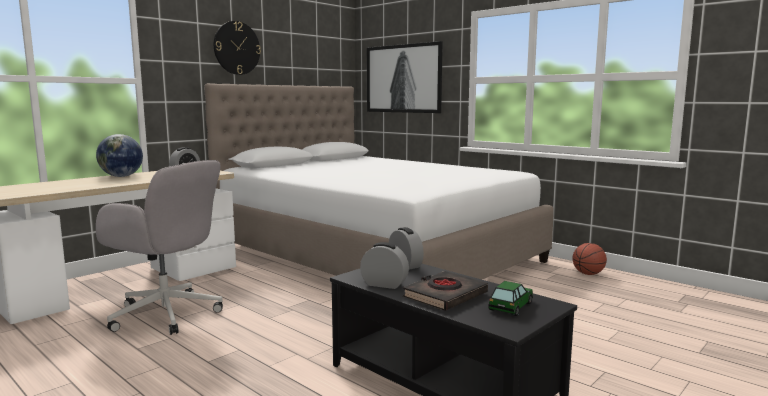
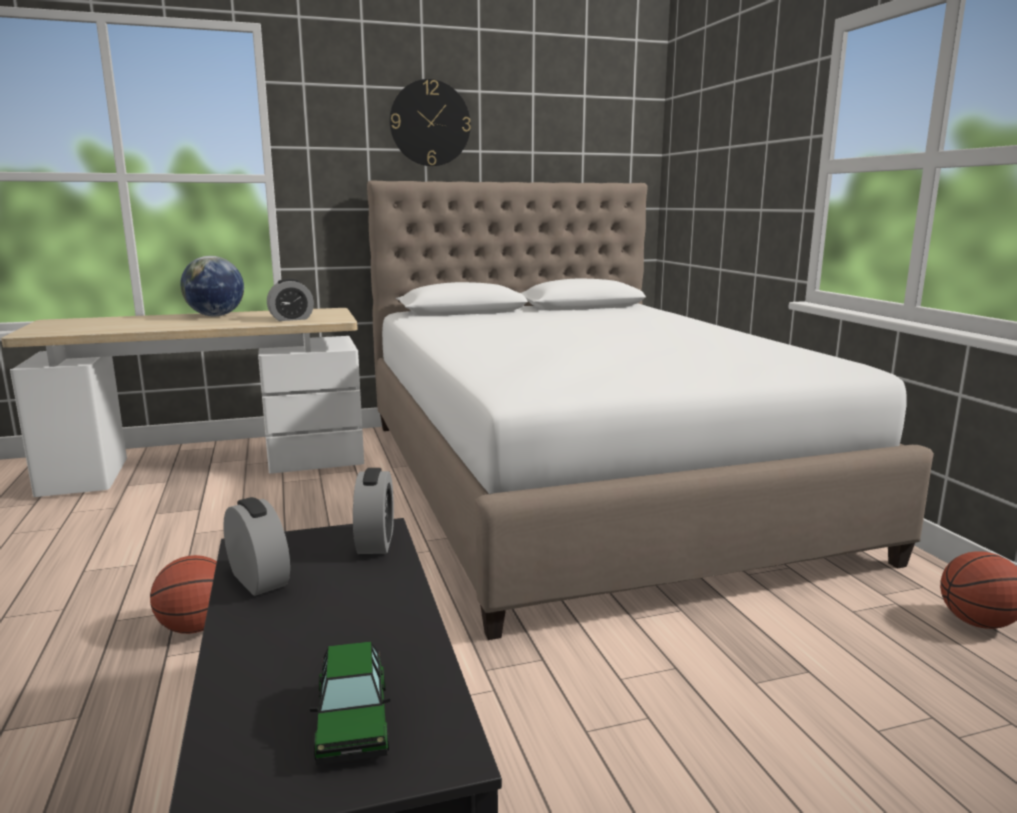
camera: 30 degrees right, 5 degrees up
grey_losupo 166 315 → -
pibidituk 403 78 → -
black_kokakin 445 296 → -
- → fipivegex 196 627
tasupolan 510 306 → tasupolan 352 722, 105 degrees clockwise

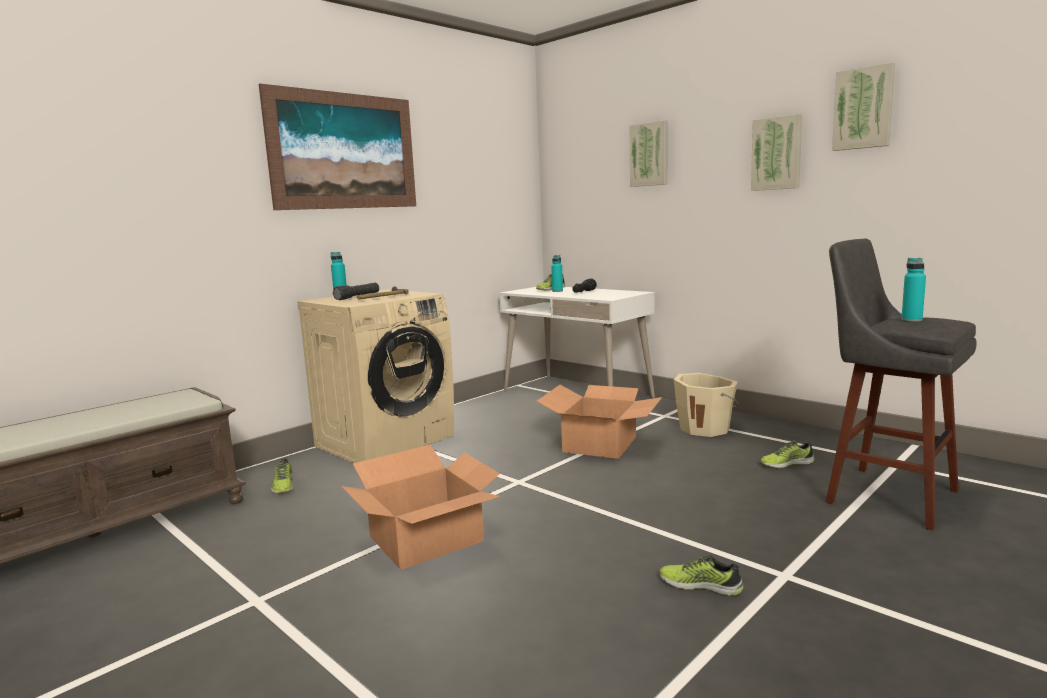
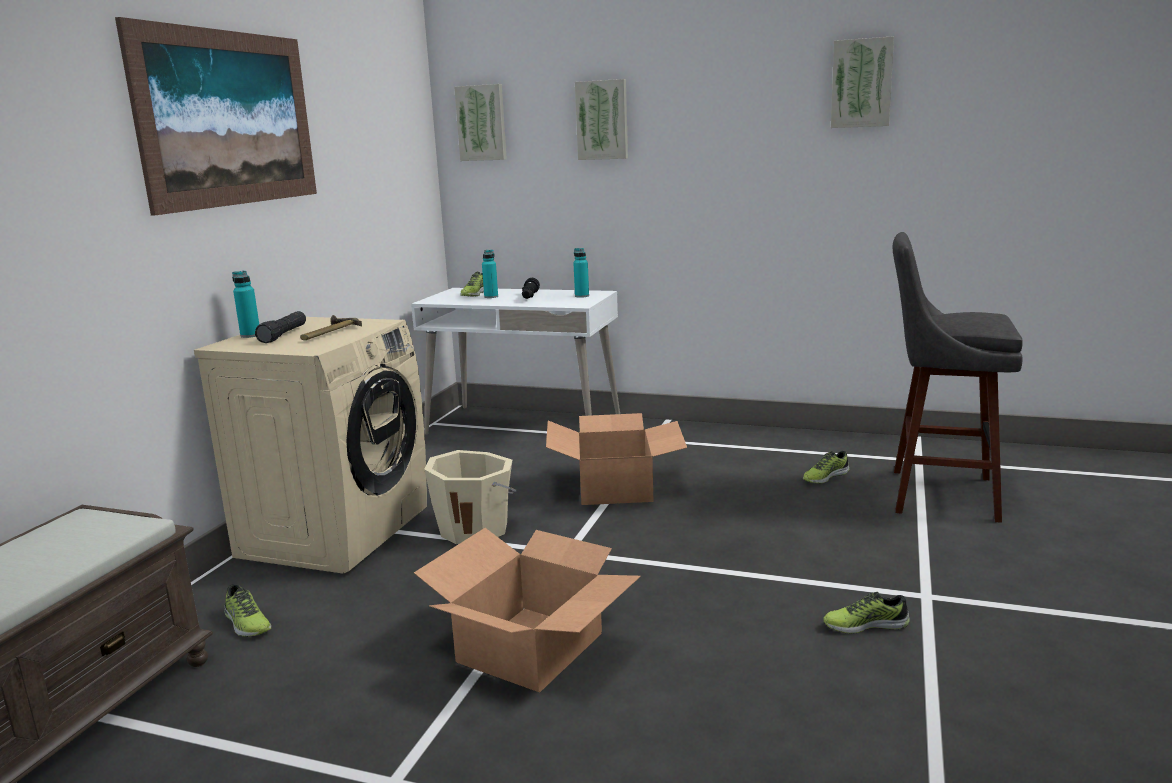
camera: 25 degrees left, 5 degrees up
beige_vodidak 705 428 → beige_vodidak 475 529, relocated
pibidituk 777 153 → pibidituk 482 123, relocated
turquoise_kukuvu 911 320 → turquoise_kukuvu 582 296, relocated

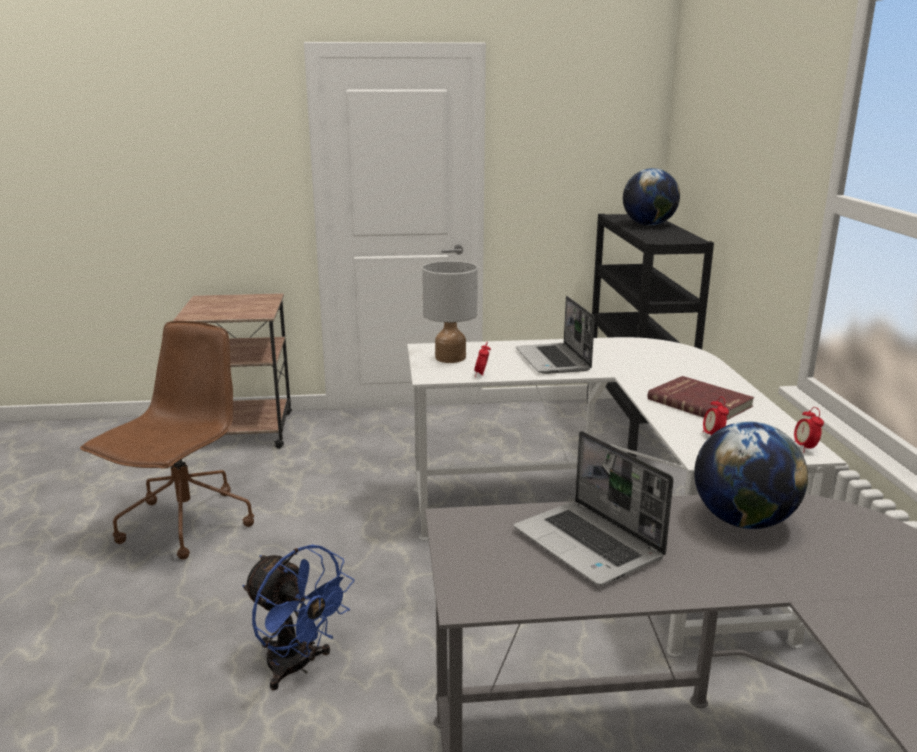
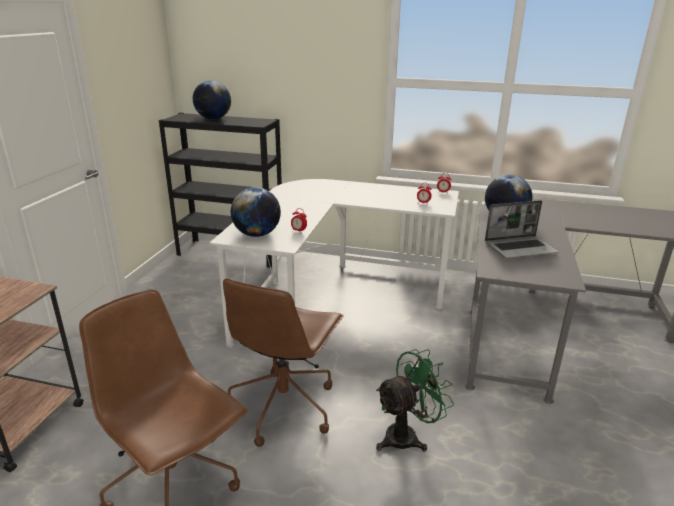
camera: 70 degrees left, 5 degrees up
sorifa 554 360 → -
red_kokakin 700 402 → -
- → brown_losupo 286 404
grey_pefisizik 450 358 → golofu 257 234
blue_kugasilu 297 667 → green_kugasilu 407 436

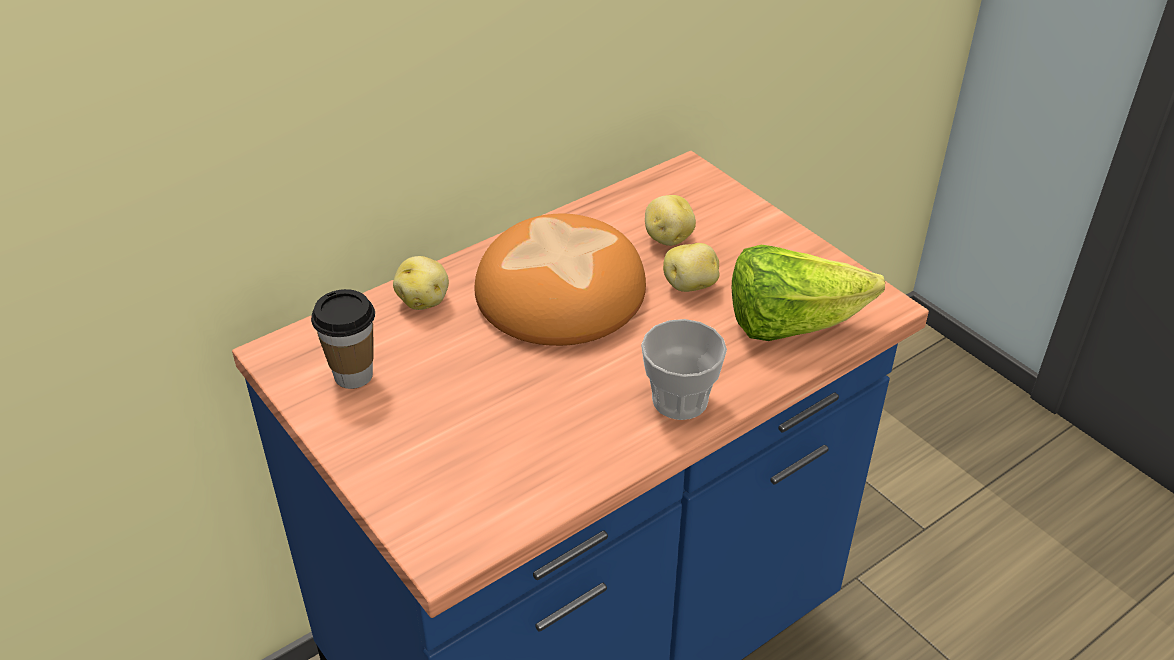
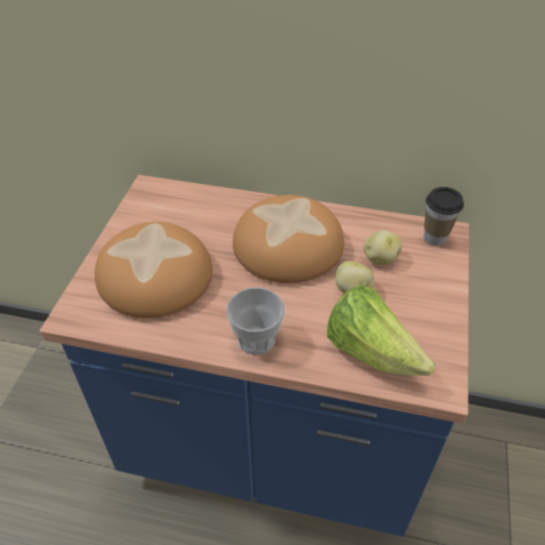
camera: 50 degrees right, 5 degrees up
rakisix 424 300 → -
- → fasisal 156 276
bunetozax 353 375 → bunetozax 435 238, relocated

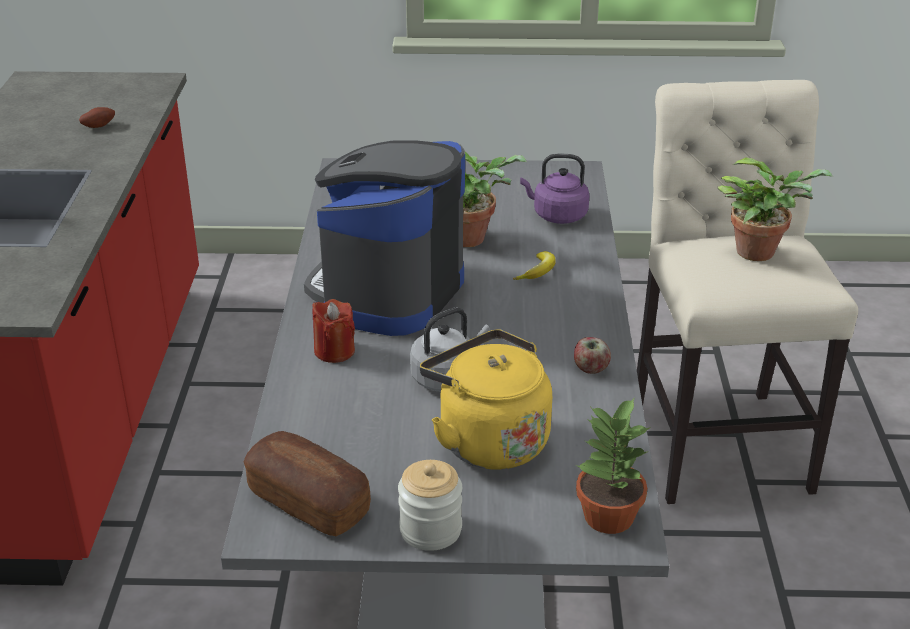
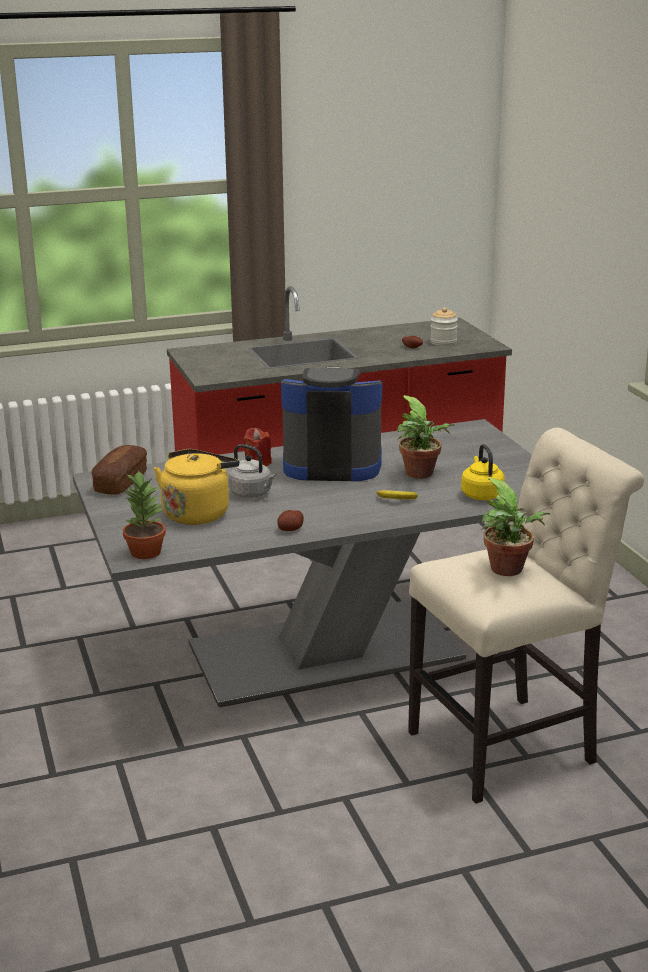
camera: 70 degrees right, 10 degrees down
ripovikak 430 530 → ripovikak 443 342, relocated
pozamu 590 369 → rakisix 290 529
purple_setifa 557 215 → yellow_setifa 481 494

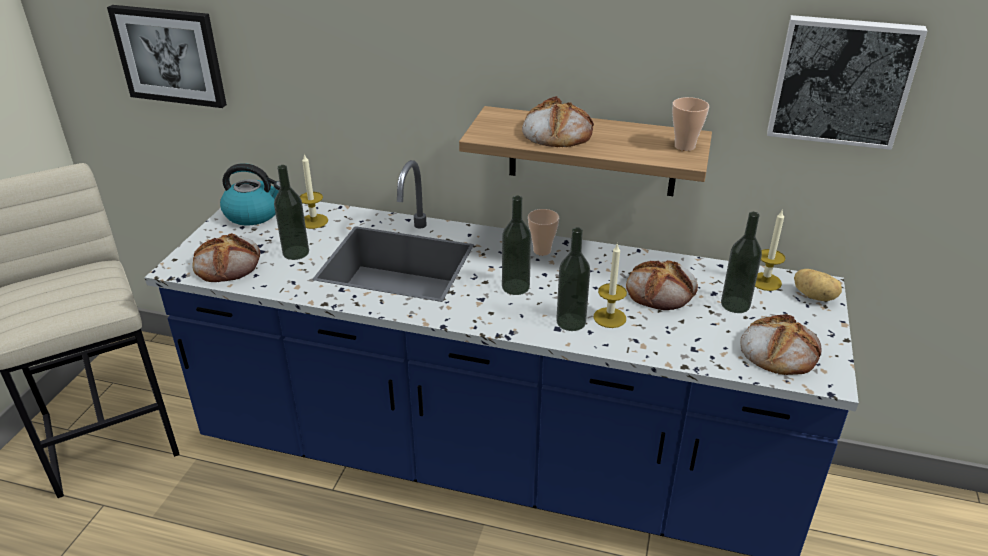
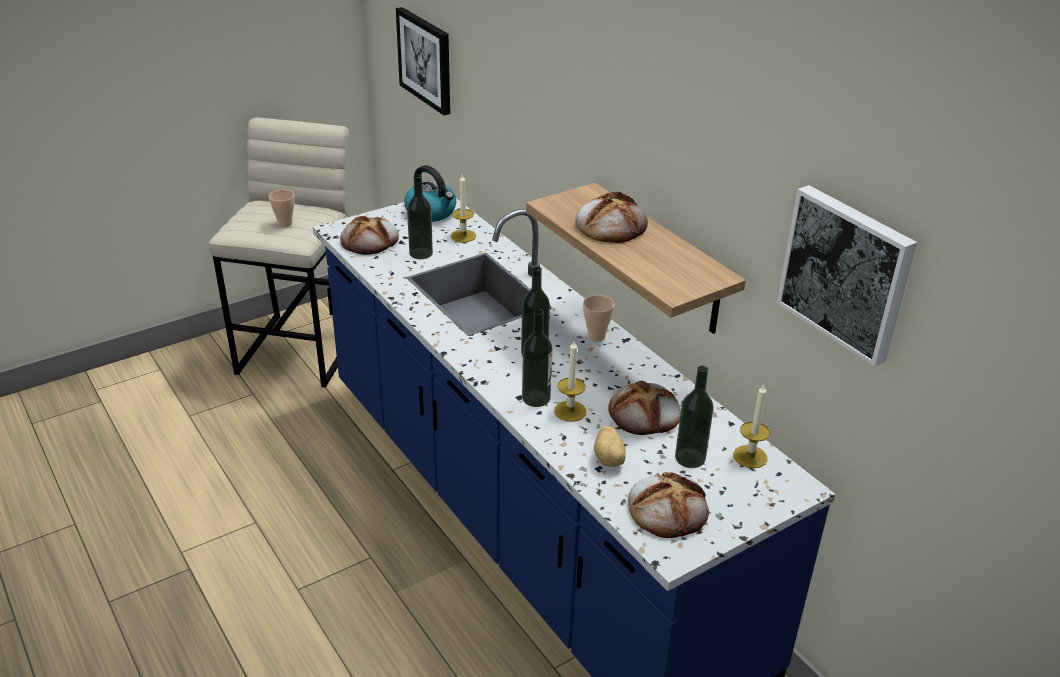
camera: 40 degrees right, 0 degrees up
bunetozax 684 146 → bunetozax 285 224, relocated
rakisix 814 296 → rakisix 609 459, relocated

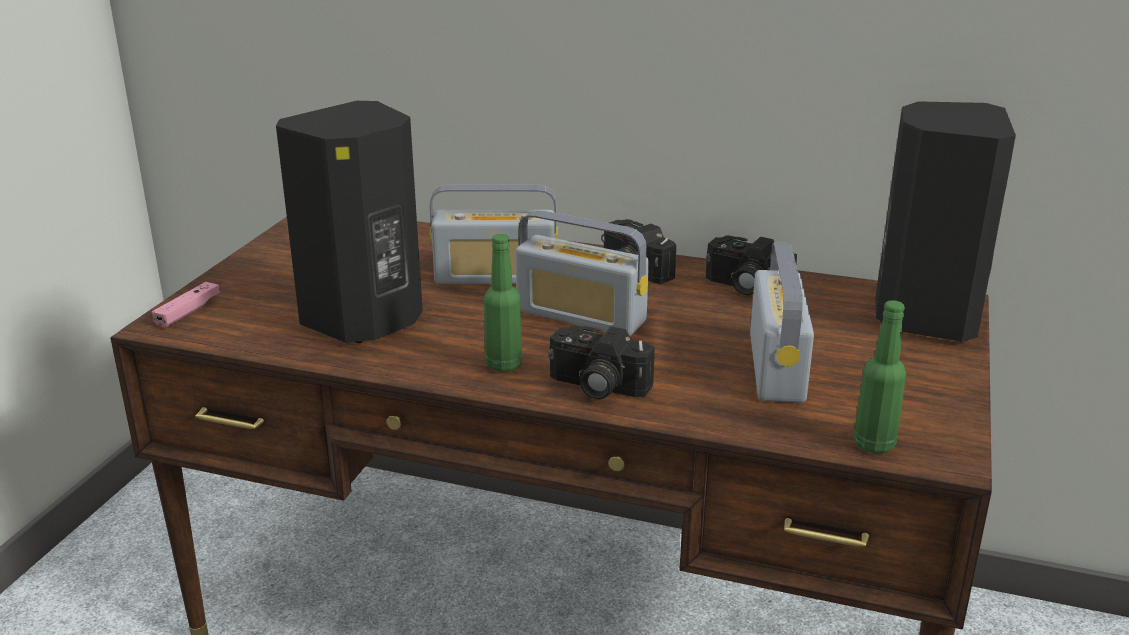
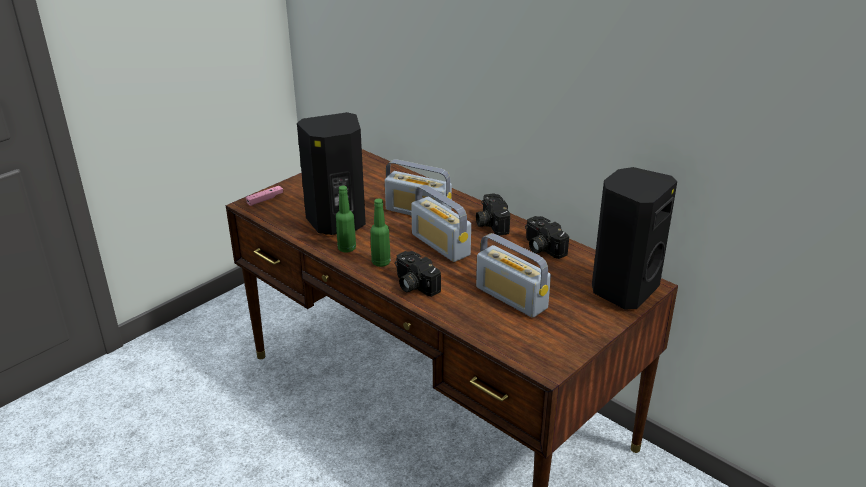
camera: 25 degrees right, 5 degrees up
green_kukuvu 874 444 → green_kukuvu 347 248, relocated
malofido 776 367 → malofido 511 298, 105 degrees clockwise

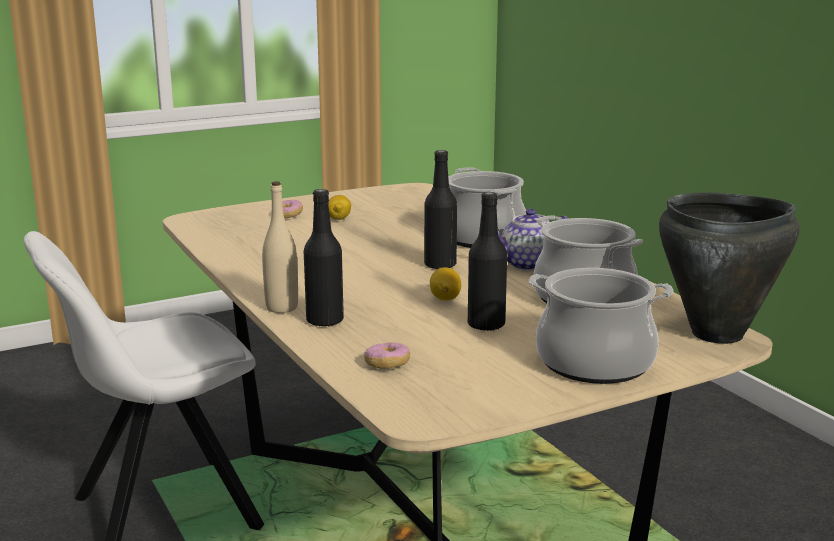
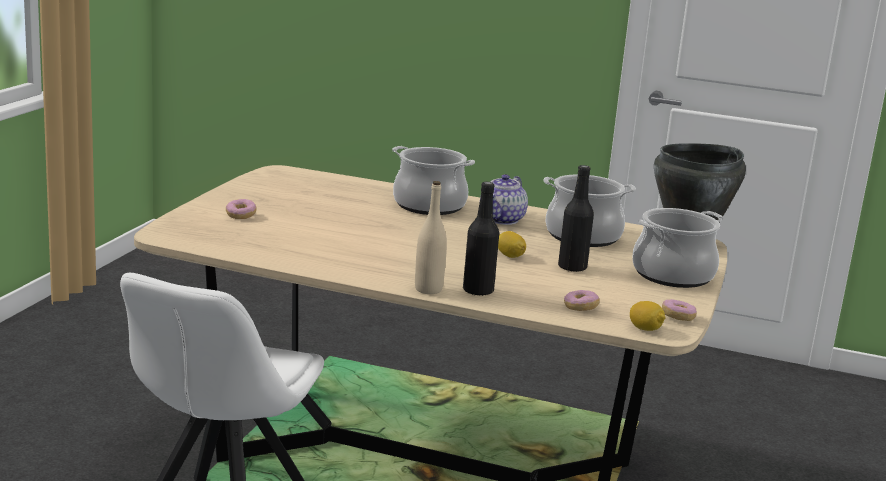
camera: 45 degrees left, 0 degrees up
black_kukuvu 440 265 → -
- → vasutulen 678 317
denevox 338 219 → denevox 645 329, relocated

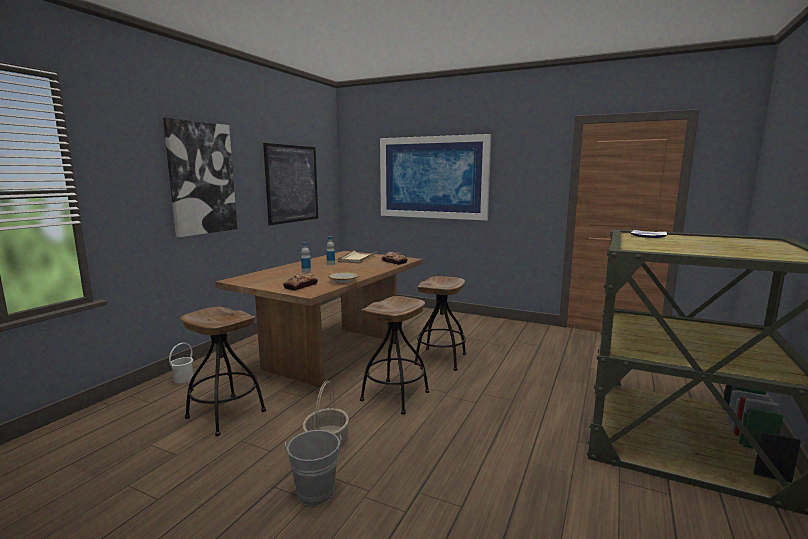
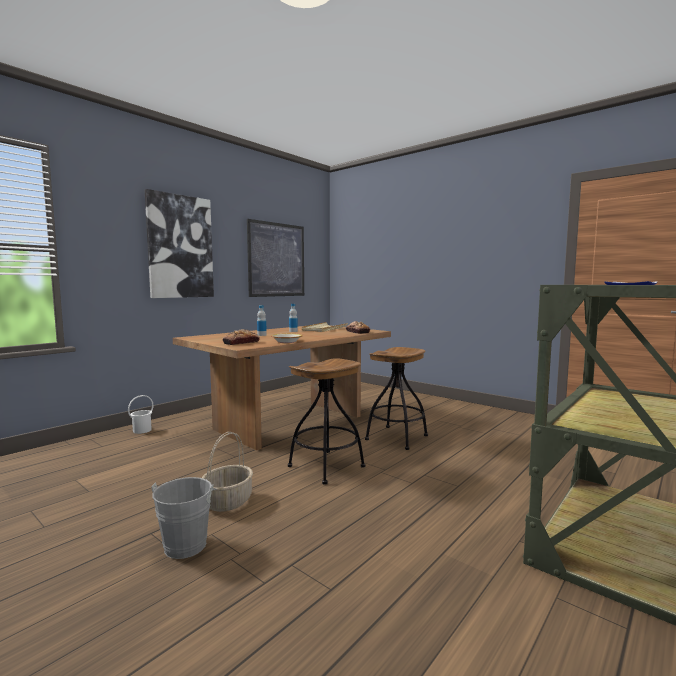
camera: 15 degrees right, 5 degrees down
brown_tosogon 226 414 → -
pibidituk 433 177 → -

